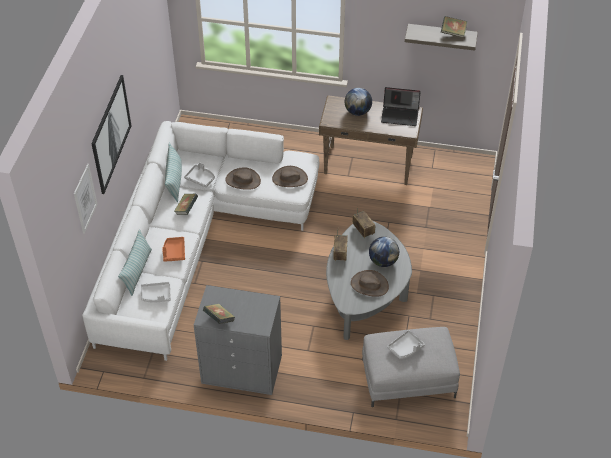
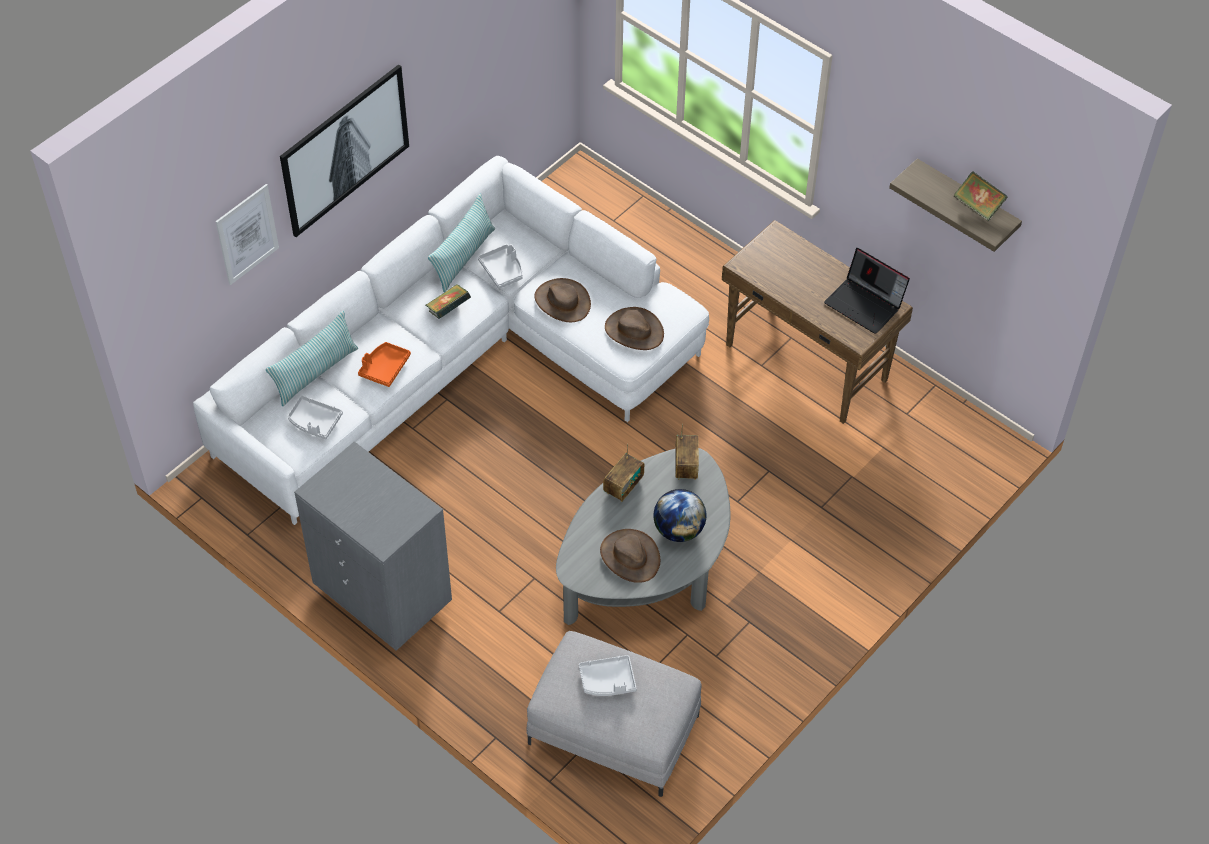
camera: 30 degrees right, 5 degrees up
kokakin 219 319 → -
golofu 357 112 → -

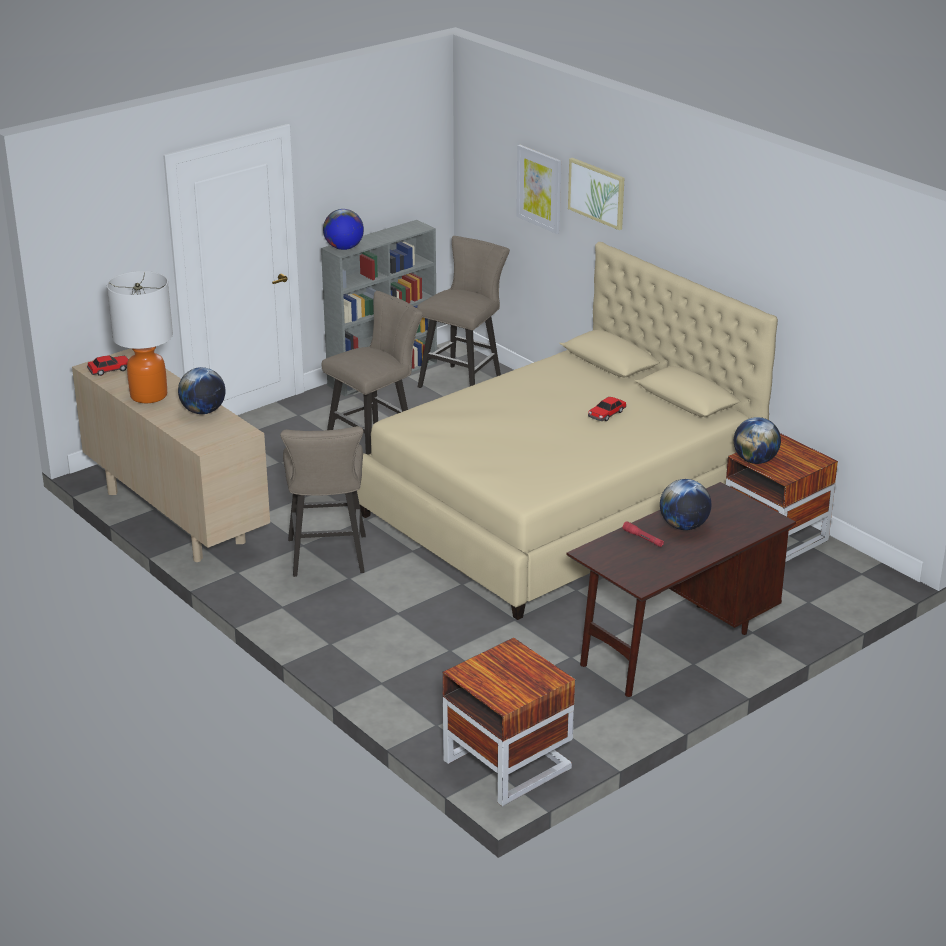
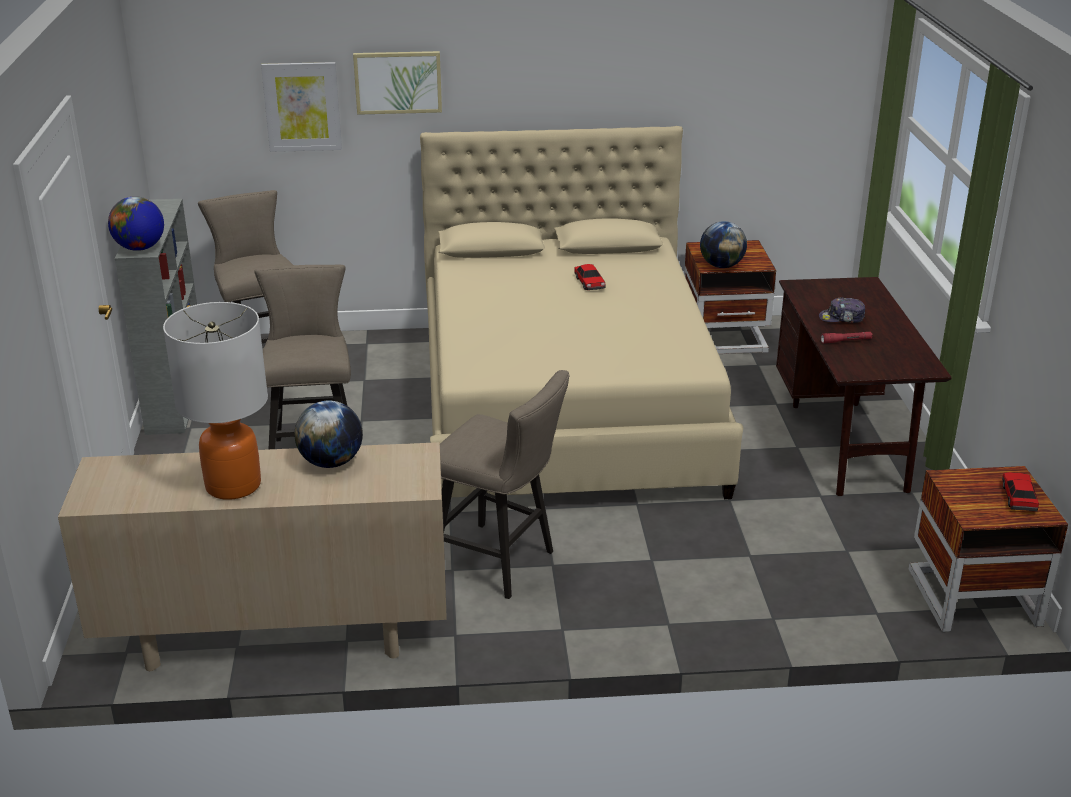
camera: 55 degrees left, 0 degrees up
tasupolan 110 369 → tasupolan 1018 497, relocated
golofu 684 526 → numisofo 842 318

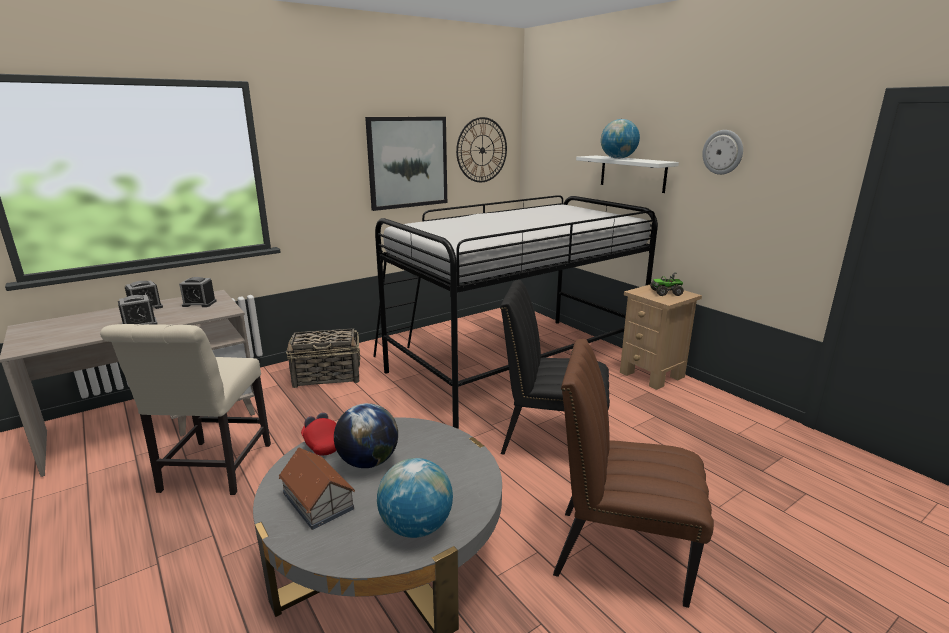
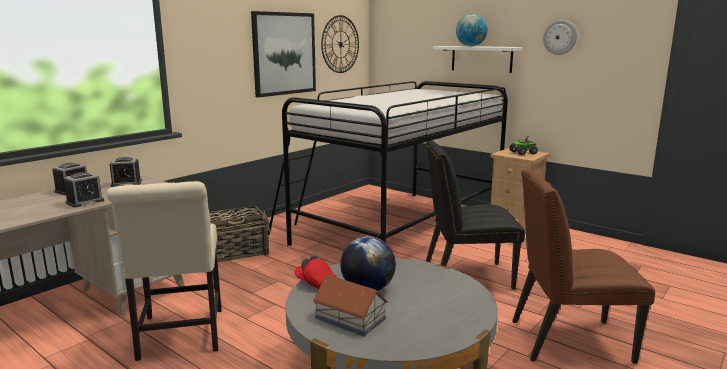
camera: 15 degrees left, 5 degrees down
golofu 416 526 → -

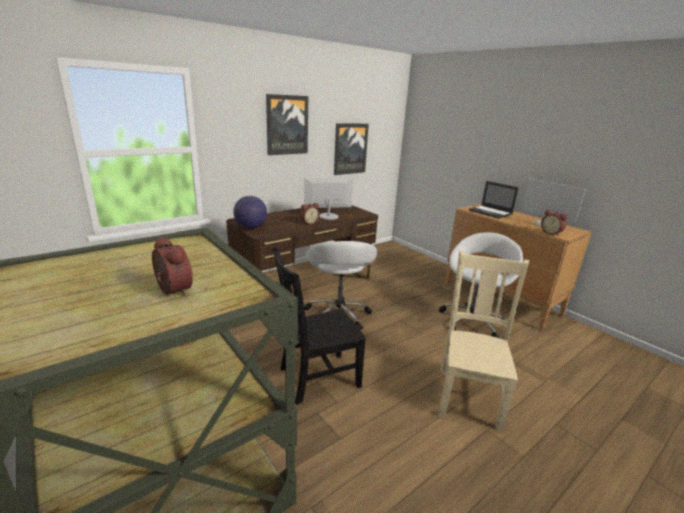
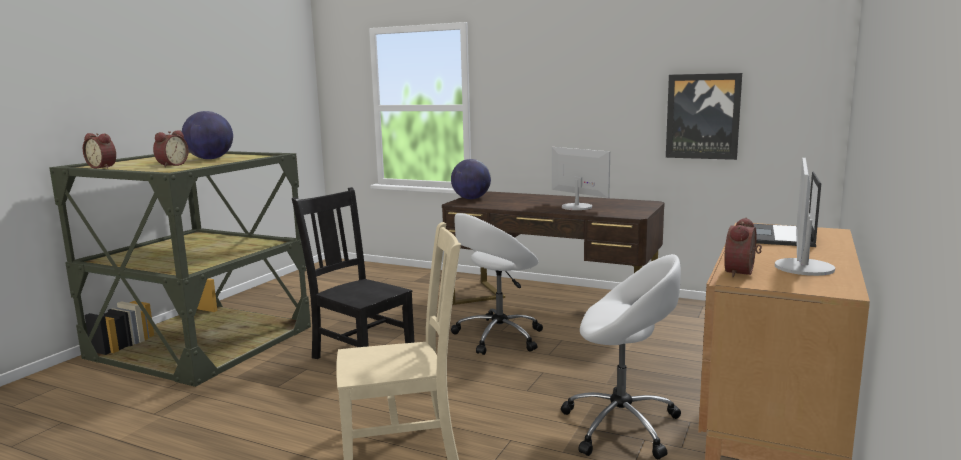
camera: 65 degrees right, 10 degrees down
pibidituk 287 125 → -
- → golofu 210 159
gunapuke 308 223 → gunapuke 103 167, relocated

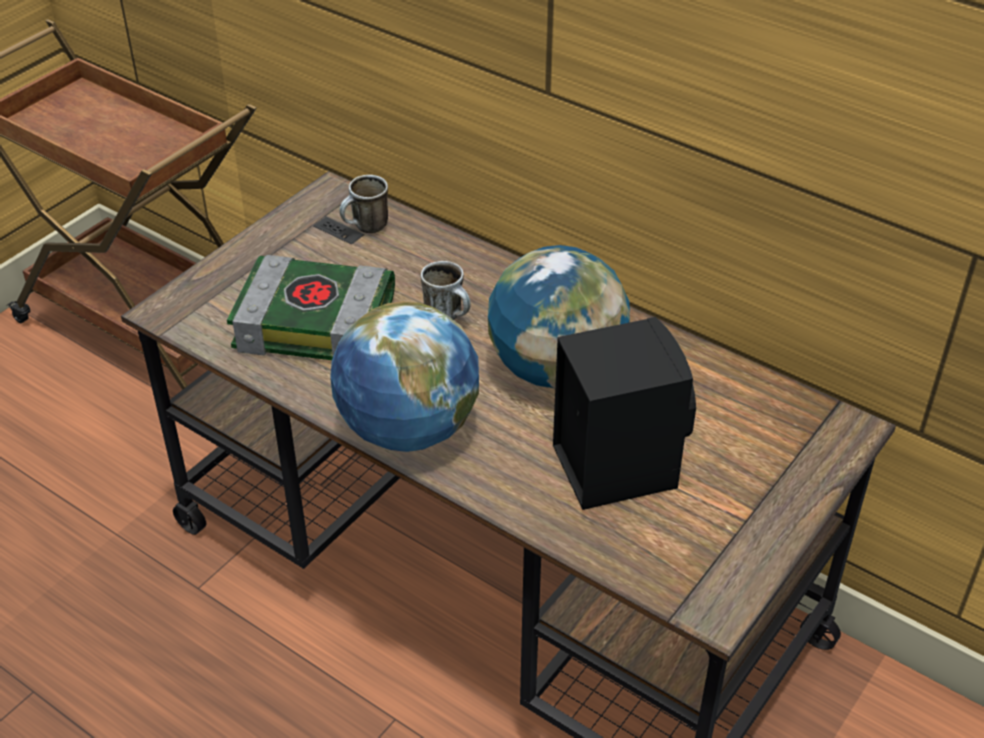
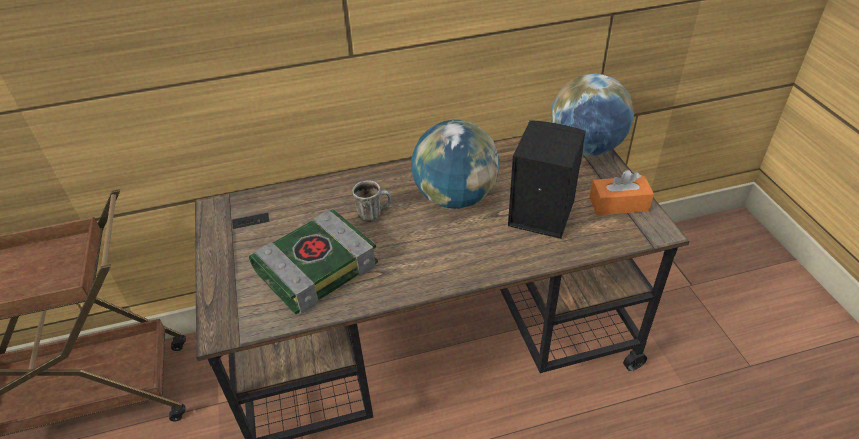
camera: 50 degrees left, 0 degrees up
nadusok 366 229 → -
- → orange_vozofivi 618 204
golofu 408 430 → golofu 586 148, relocated

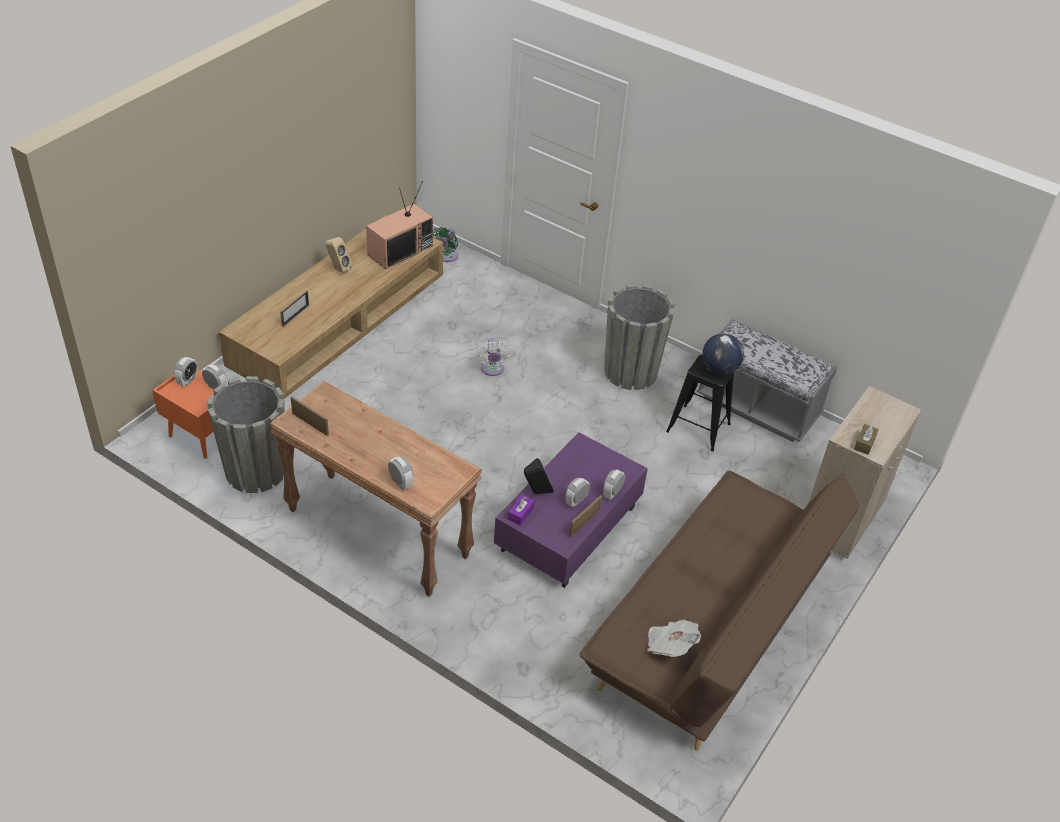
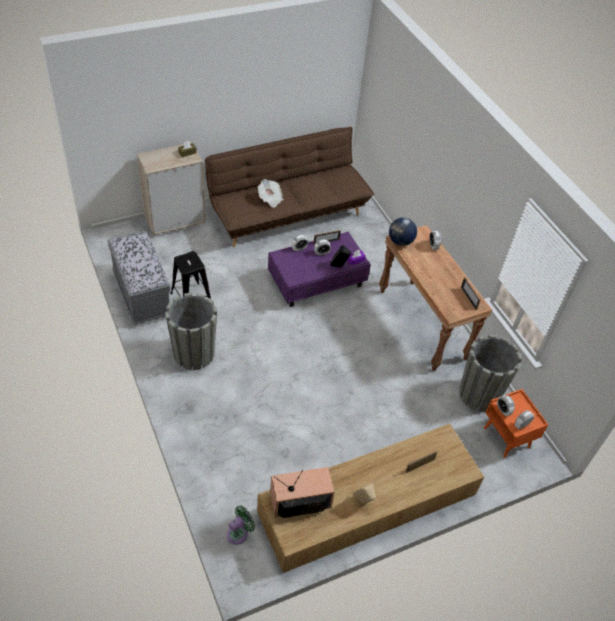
camera: 150 degrees left, 5 degrees up
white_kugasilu 492 370 → -
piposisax 670 645 → piposisax 270 199, relocated
golofu 719 369 → golofu 400 241, relocated

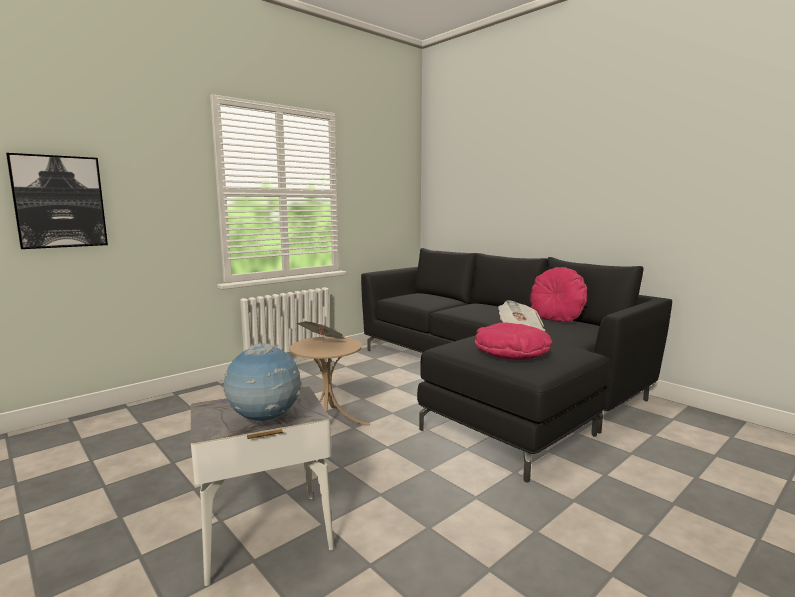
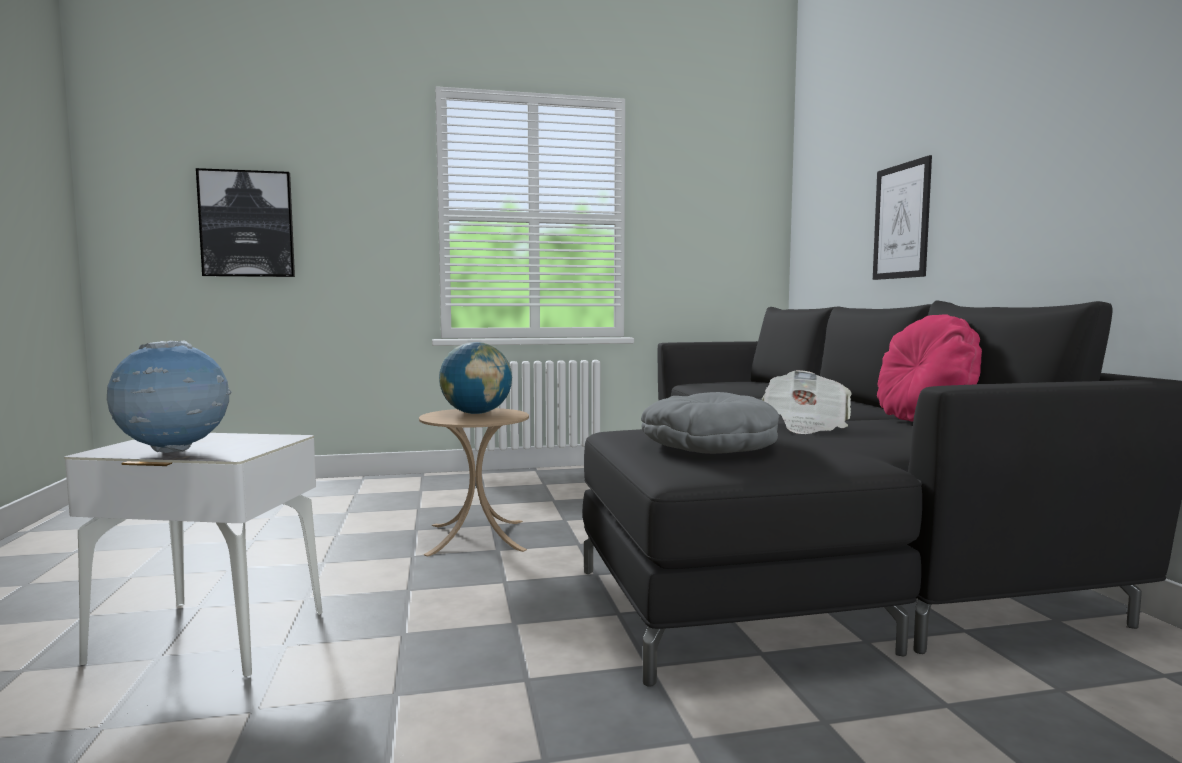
camera: 30 degrees right, 5 degrees down
- → pibidituk 901 221
piposisax 323 343 → golofu 476 413
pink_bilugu 510 353 → grey_bilugu 708 445

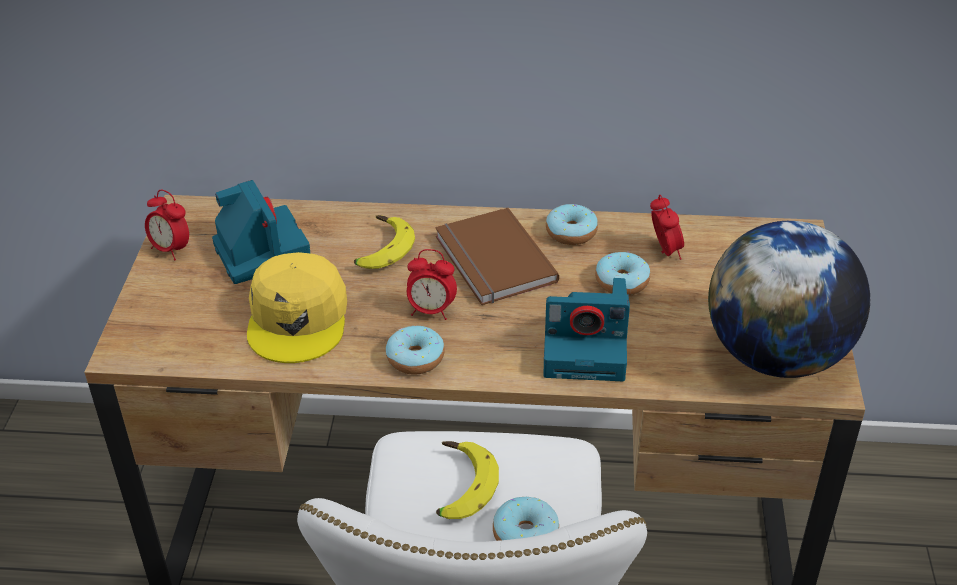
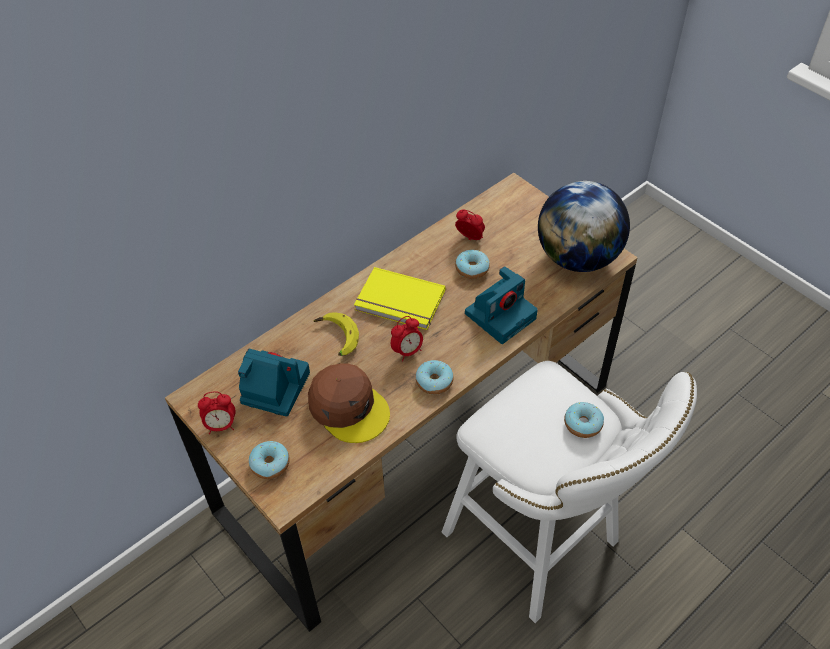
camera: 45 degrees left, 10 degrees up
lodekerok 458 487 → -
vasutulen 571 233 → vasutulen 270 464, relocated
yellow_numisofo 298 318 → brown_numisofo 349 407
brown_kokakin 492 261 → yellow_kokakin 399 302

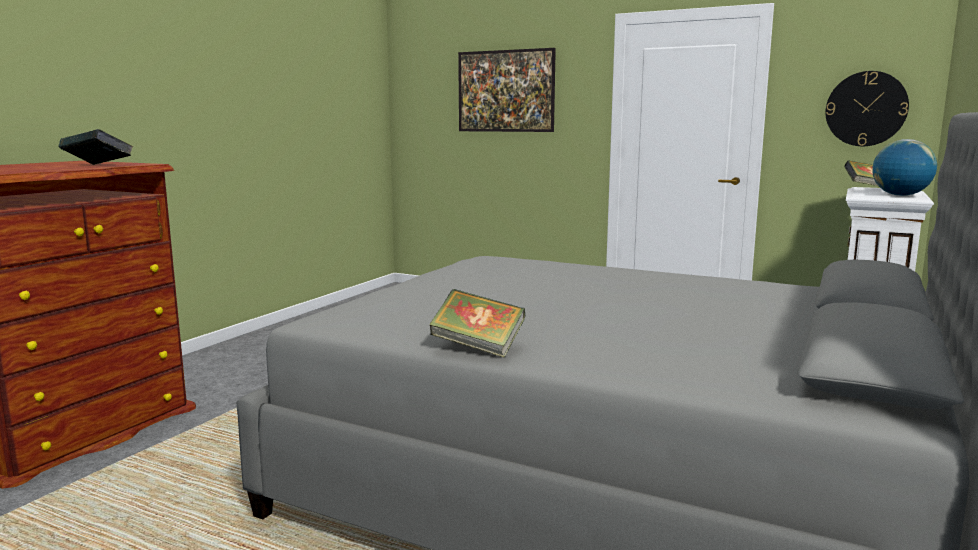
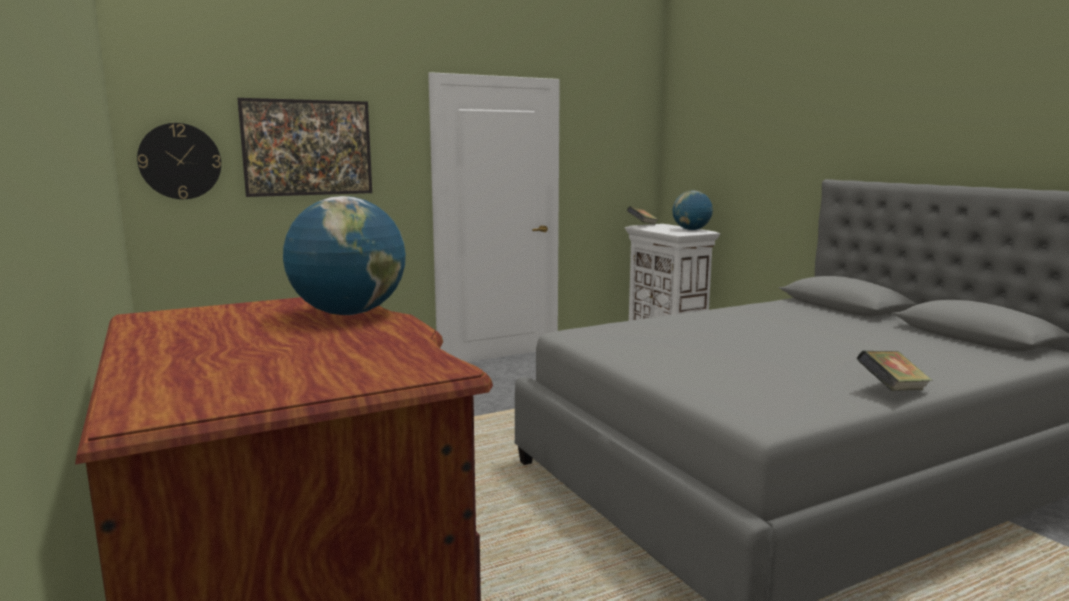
camera: 55 degrees left, 0 degrees up
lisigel 866 109 → lisigel 180 161, relocated
kokakin 98 166 → golofu 348 313

